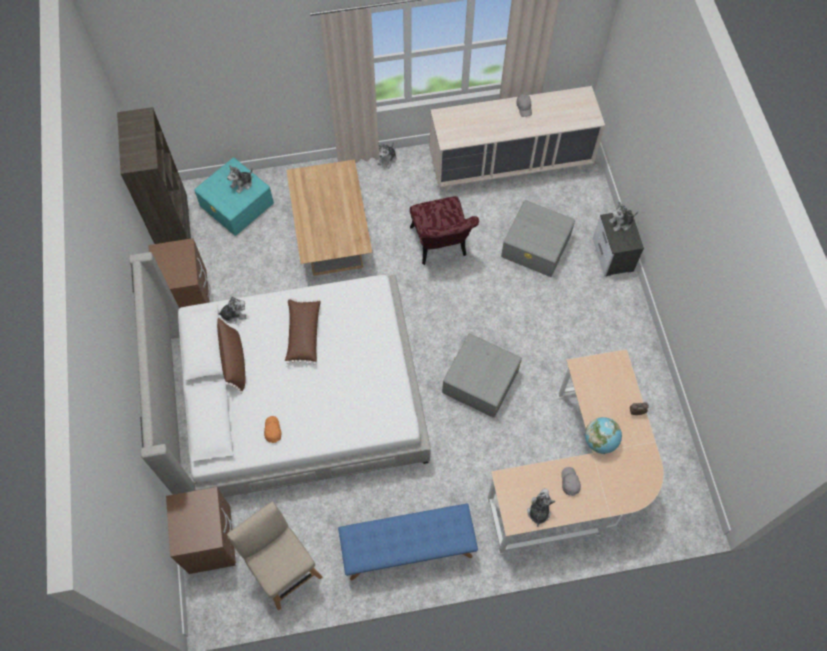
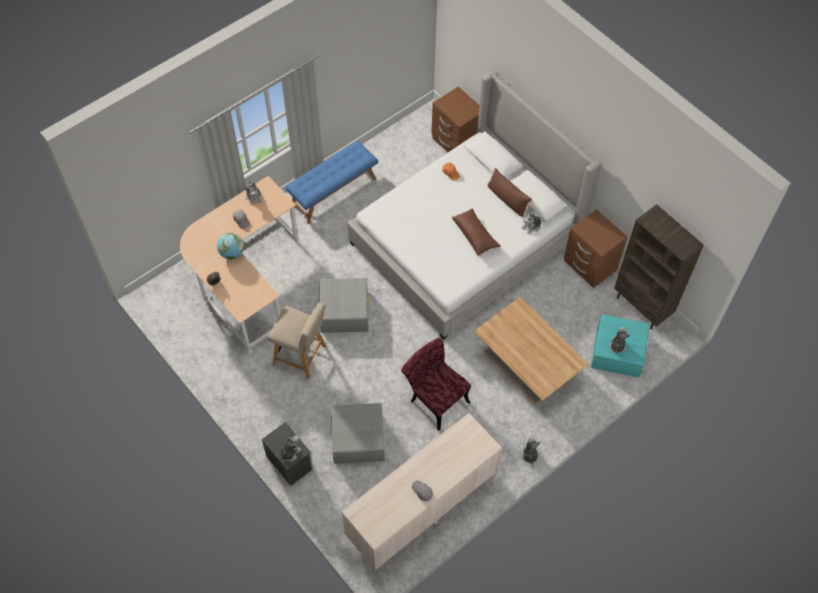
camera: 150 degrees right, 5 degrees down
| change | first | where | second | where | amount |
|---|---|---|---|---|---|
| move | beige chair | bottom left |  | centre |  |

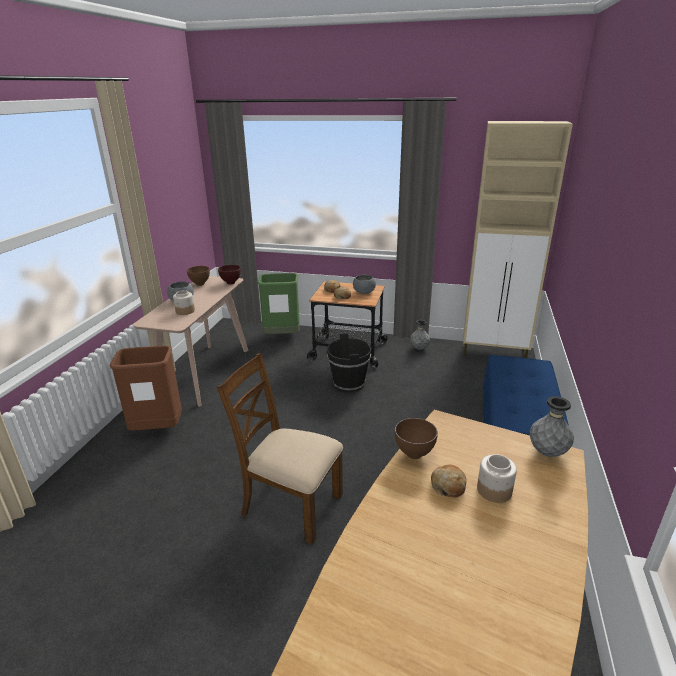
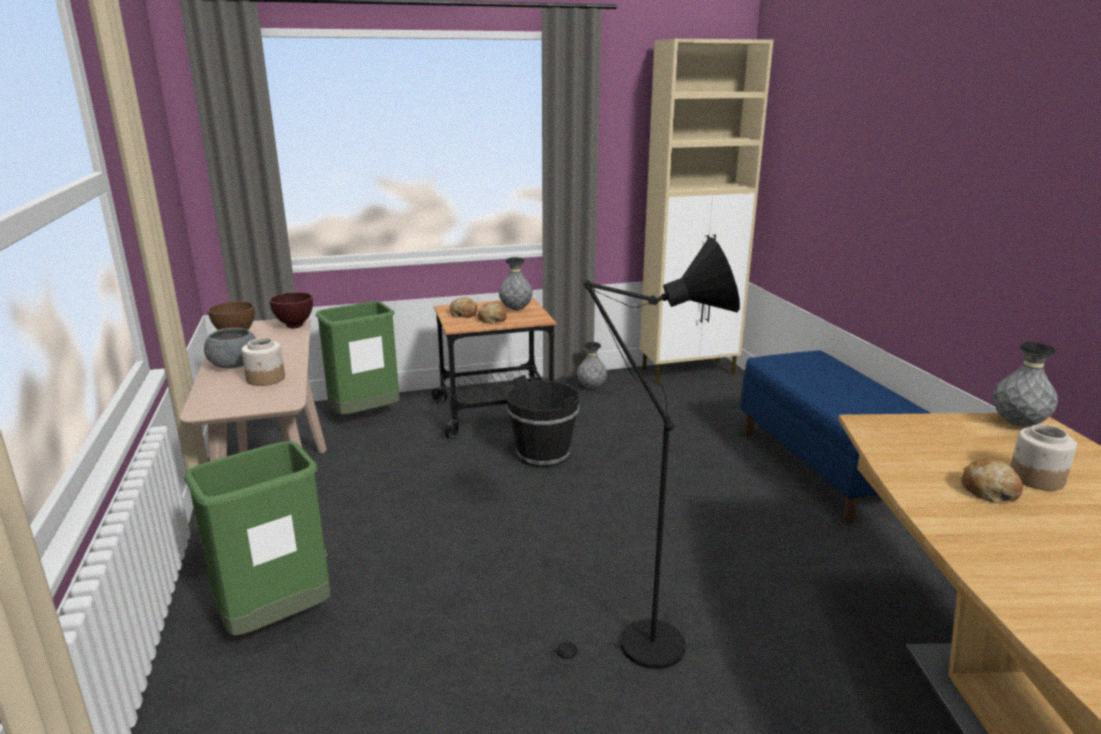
camera: 30 degrees left, 5 degrees down
| change | first | where | second | where | amount |
|---|---|---|---|---|---|
| recolor | brown trash can | middle left | green trash can (1st from left) | bottom left |  |
| replace | grey bowl (2nd from left) | centre | grey vase (1st from left) | centre |  |
| replace | brown chair | centre | black floor lamp | centre |  |
| delete | brown bowl (3rd from left) | centre |  |  |  |

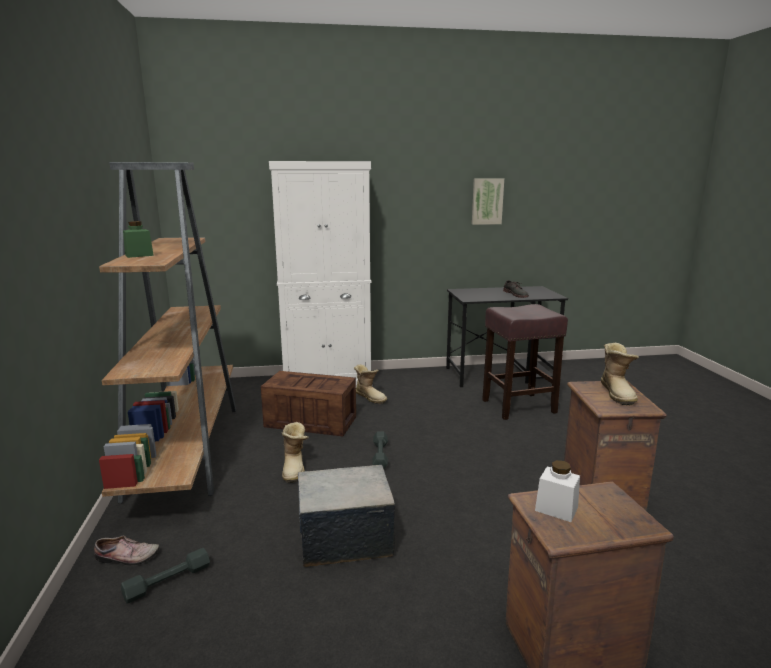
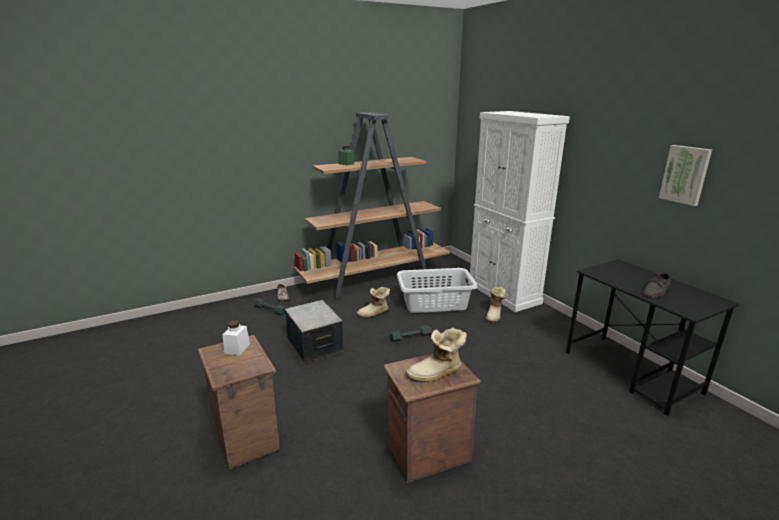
camera: 70 degrees right, 5 degrees up
| change | first | where | second | where | amount |
|---|---|---|---|---|---|
| replace | crate (1st from left) | centre | grey laundry basket | centre |  |
| delete | brown stool | middle right |  |  |  |

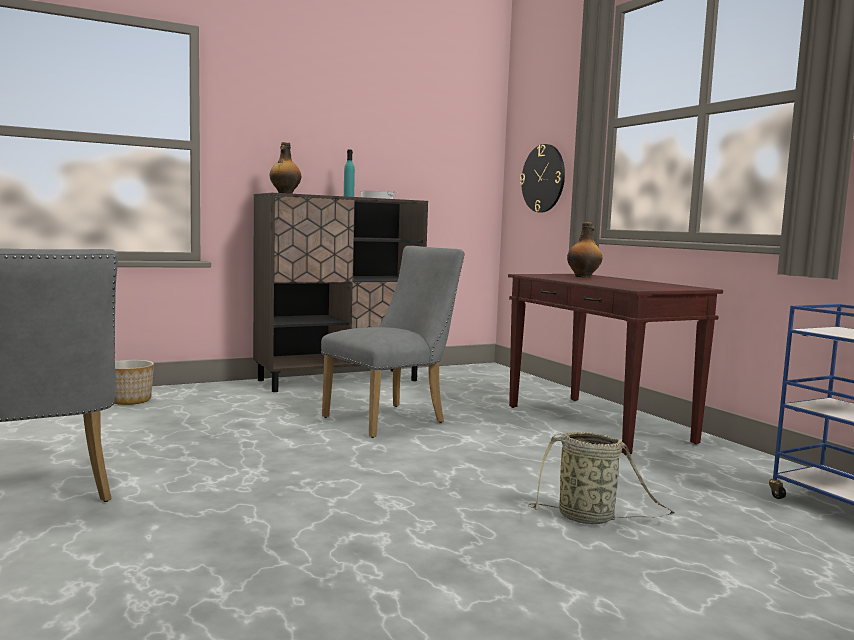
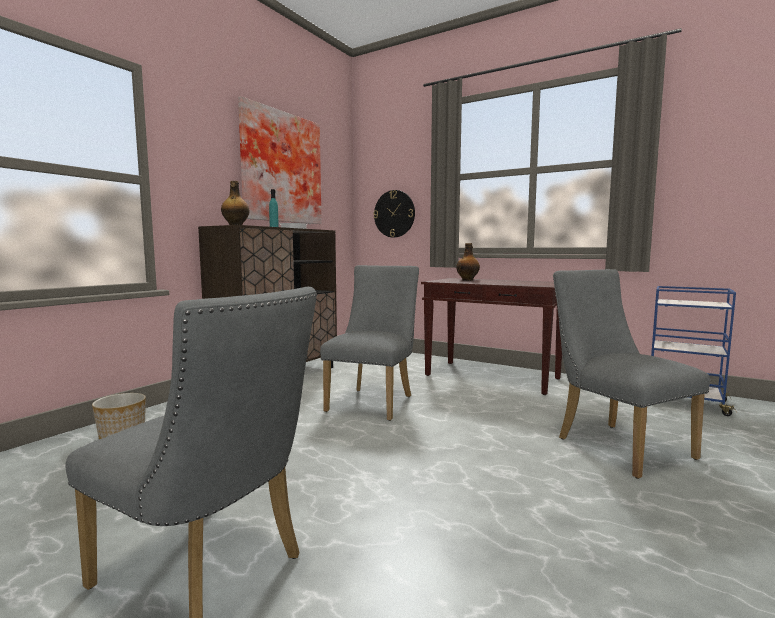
camera: 30 degrees left, 0 degrees up
| change | first | where | second | where | amount |
|---|---|---|---|---|---|
| insert |  |  | picture | top centre |  |
| replace | basket | bottom right | grey chair (3rd from left) | middle right |  |

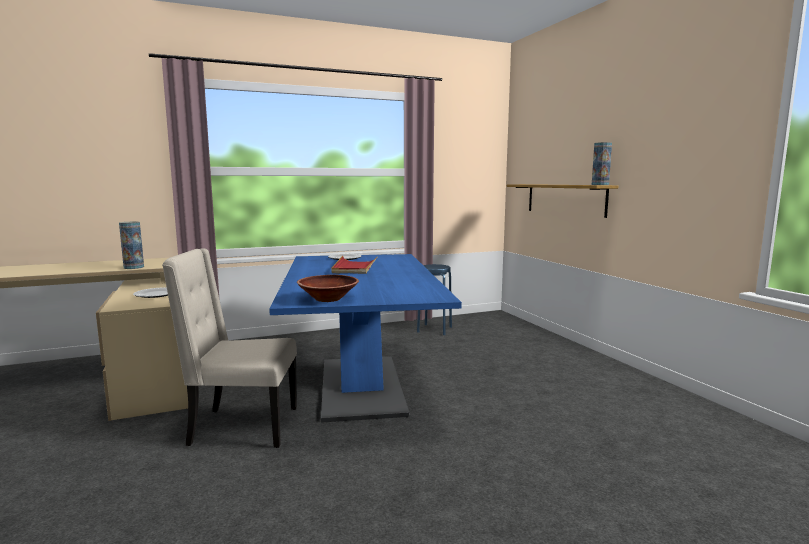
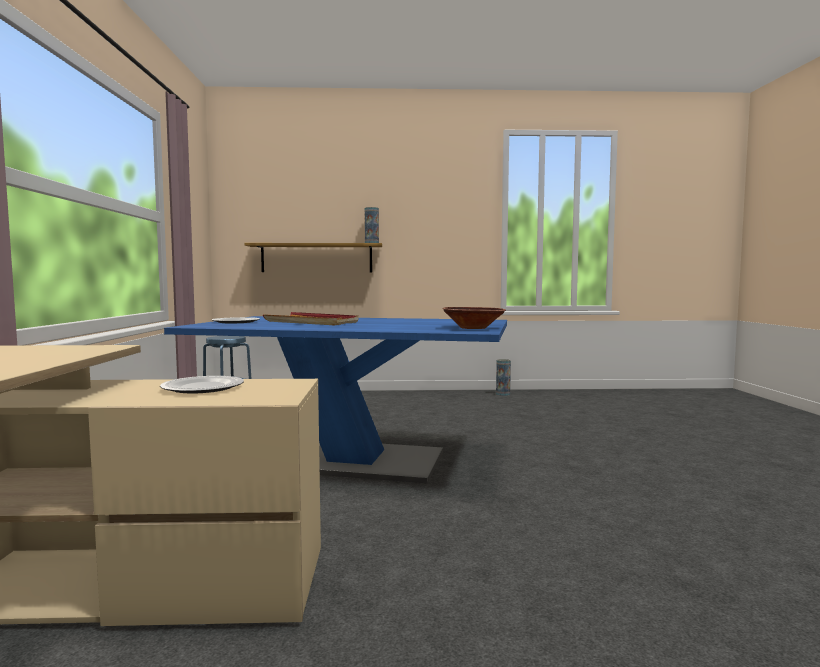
camera: 70 degrees left, 5 degrees down
| change | first | where | second | where | amount |
|---|---|---|---|---|---|
| move | vase (1st from left in the first image) | middle left | vase (2nd from left) | centre |  |
| delete | beige chair | middle left |  |  |  |

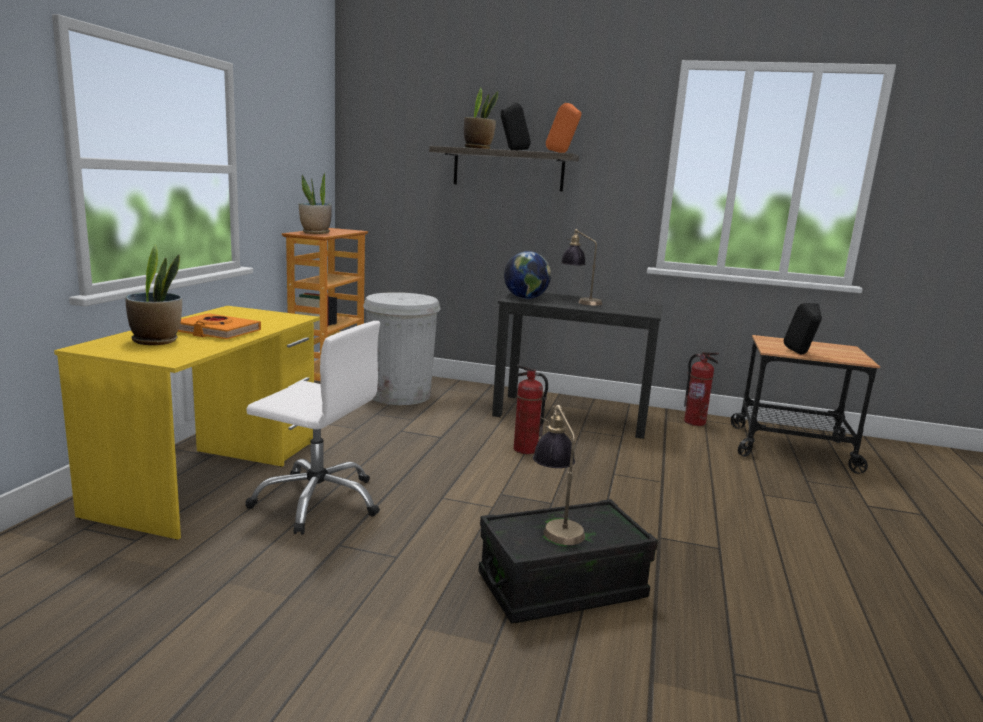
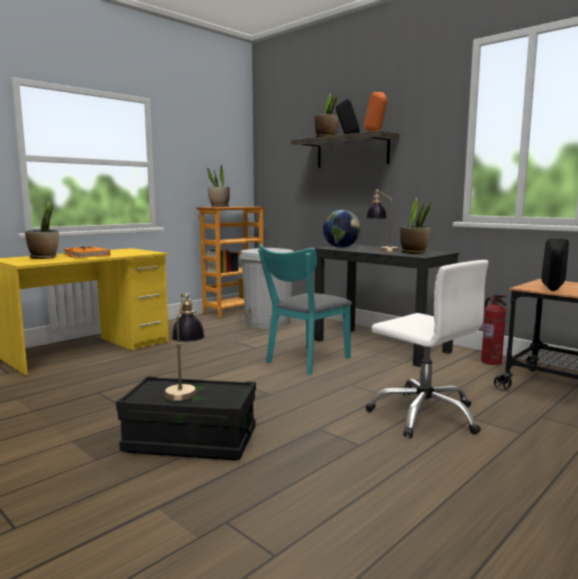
camera: 30 degrees right, 5 degrees down
| change | first | where | second | where | amount |
|---|---|---|---|---|---|
| replace | fire extinguisher (1st from left) | centre | turquoise chair | centre |  |
| move | white office chair | middle left |  | middle right |  |
| insert |  |  | potted plant (4th from left) | middle right |  |

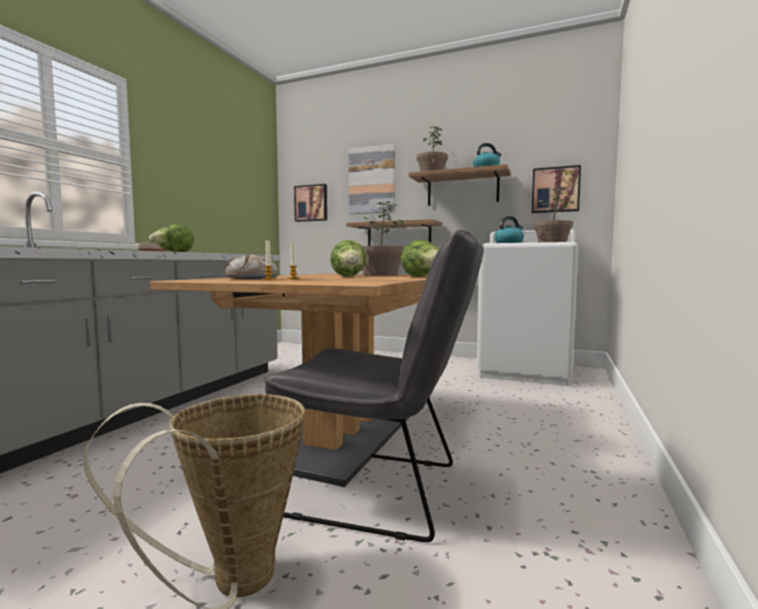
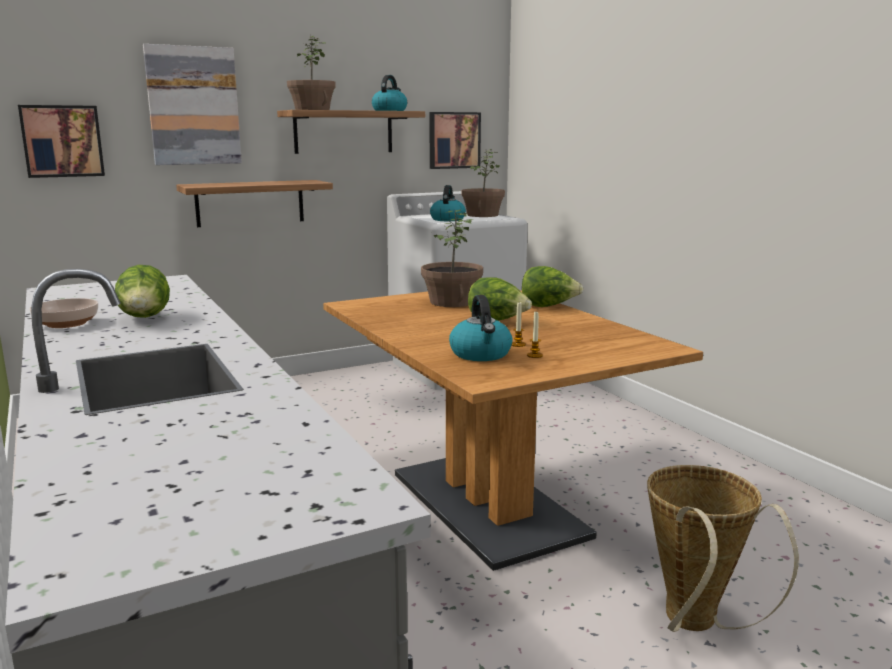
camera: 50 degrees left, 10 degrees up
| change | first | where | second | where | amount |
|---|---|---|---|---|---|
| replace | bread | middle left | kettle (3rd from left) | centre |  |
| delete | grey chair | centre |  |  |  |

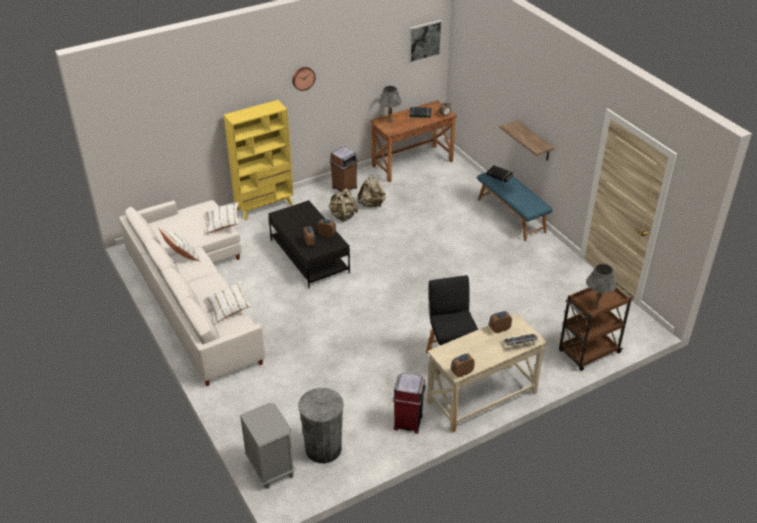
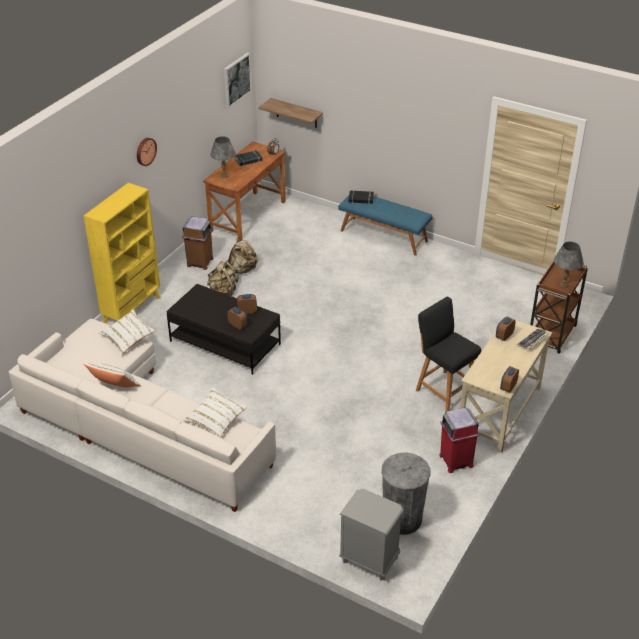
camera: 30 degrees left, 0 degrees up
| change | first | where | second | where | amount |
|---|---|---|---|---|---|
| move | shelf | top right |  | top centre |  |

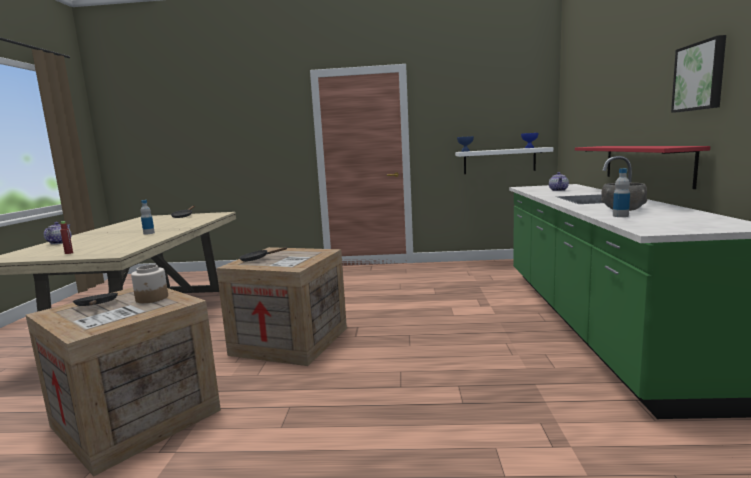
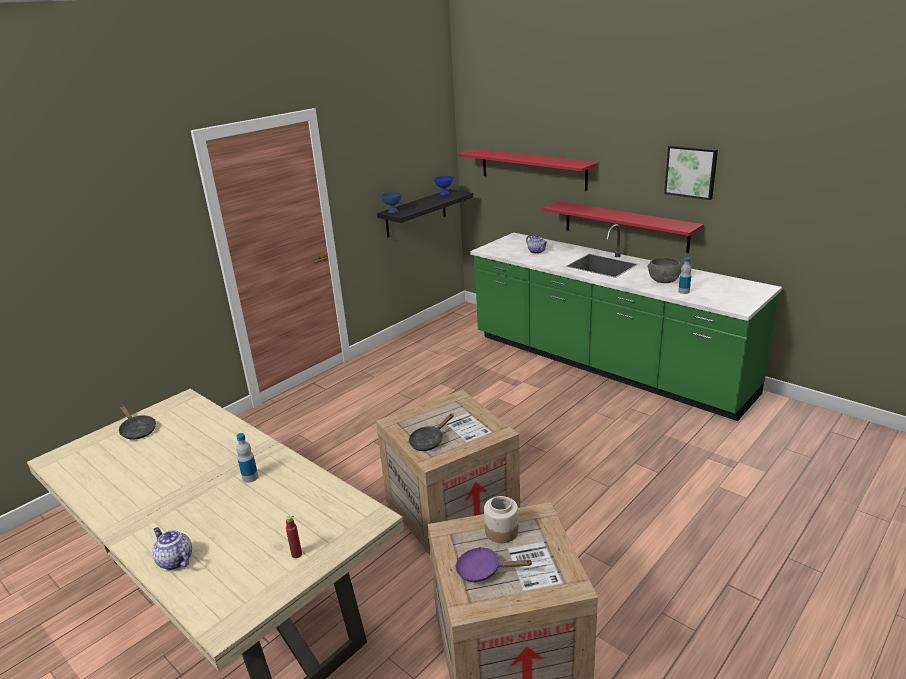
camera: 50 degrees left, 15 degrees up
| change | first | where | second | where | amount |
|---|---|---|---|---|---|
| recolor | white shelf | middle right | black shelf | top centre |  |
| recolor | black frying pan (1st from left) | middle left | purple frying pan | bottom centre |  |
| insert |  |  | red shelf (1st from left) | top centre |  |

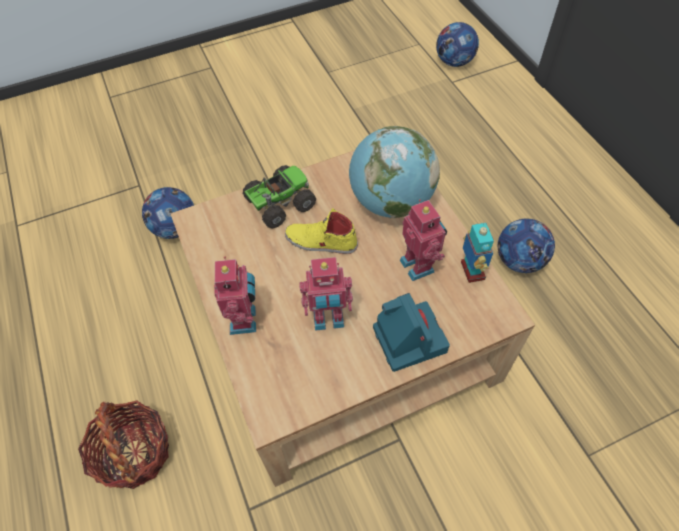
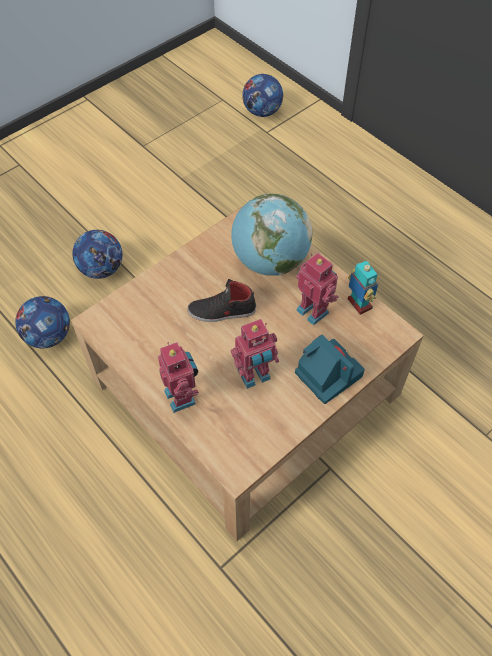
camera: 20 degrees left, 0 degrees up
| change | first | where | second | where | amount |
|---|---|---|---|---|---|
| move | football (3rd from left in the first image) | middle right | football (2nd from left) | middle left |  |
| recolor | yellow shoe | centre | black shoe | centre |  |
| delete | basket | bottom left |  |  |  |
| delete | toy truck | centre |  |  |  |

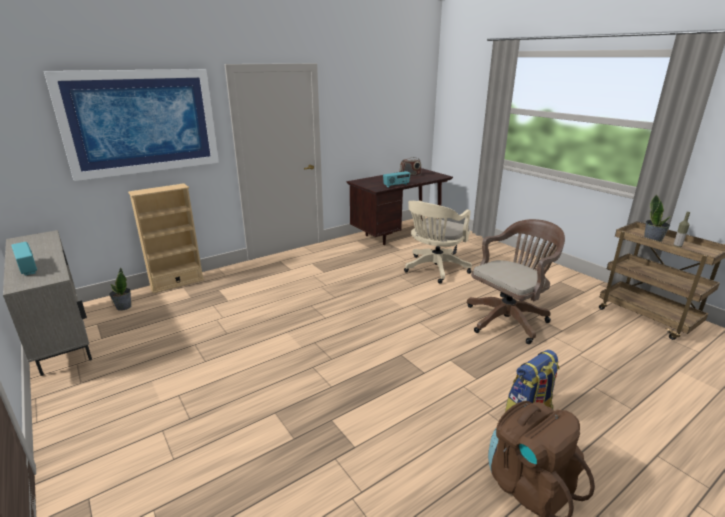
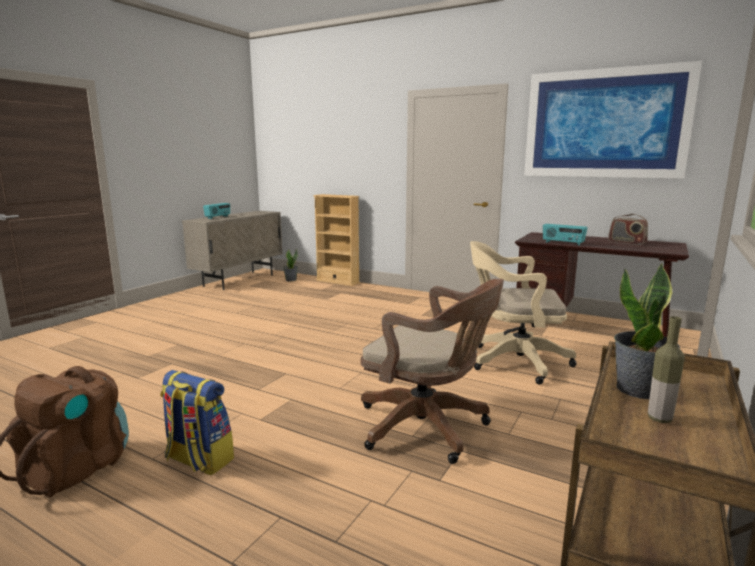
camera: 65 degrees right, 10 degrees down
| change | first | where | second | where | amount |
|---|---|---|---|---|---|
| move | picture | top left |  | top right |  |

